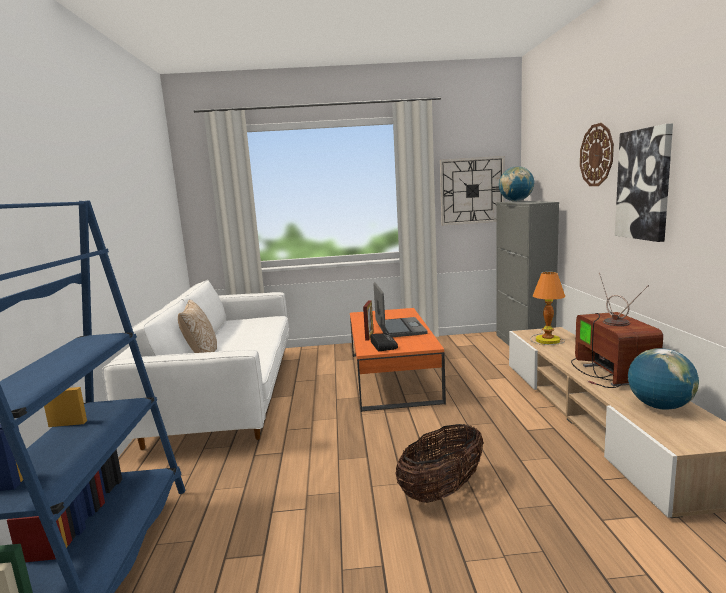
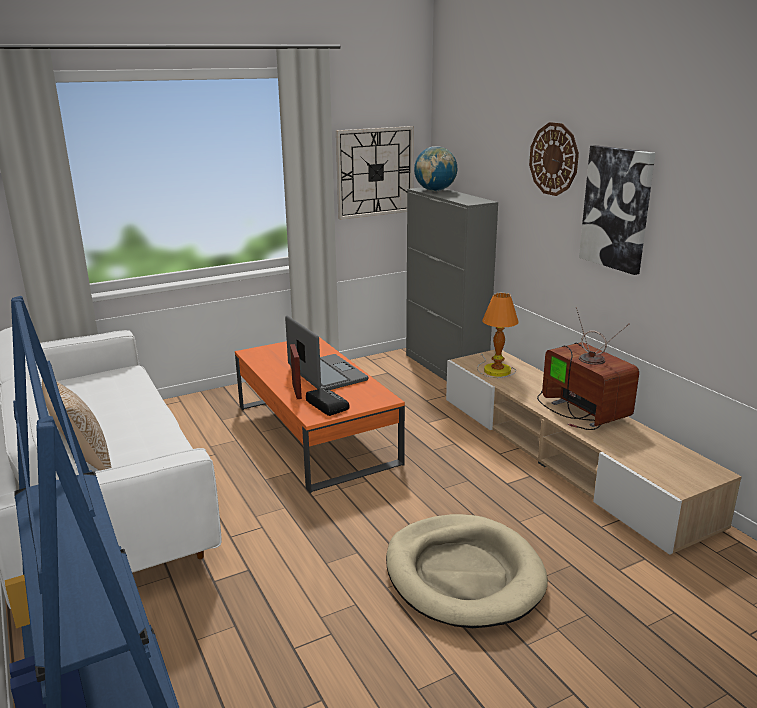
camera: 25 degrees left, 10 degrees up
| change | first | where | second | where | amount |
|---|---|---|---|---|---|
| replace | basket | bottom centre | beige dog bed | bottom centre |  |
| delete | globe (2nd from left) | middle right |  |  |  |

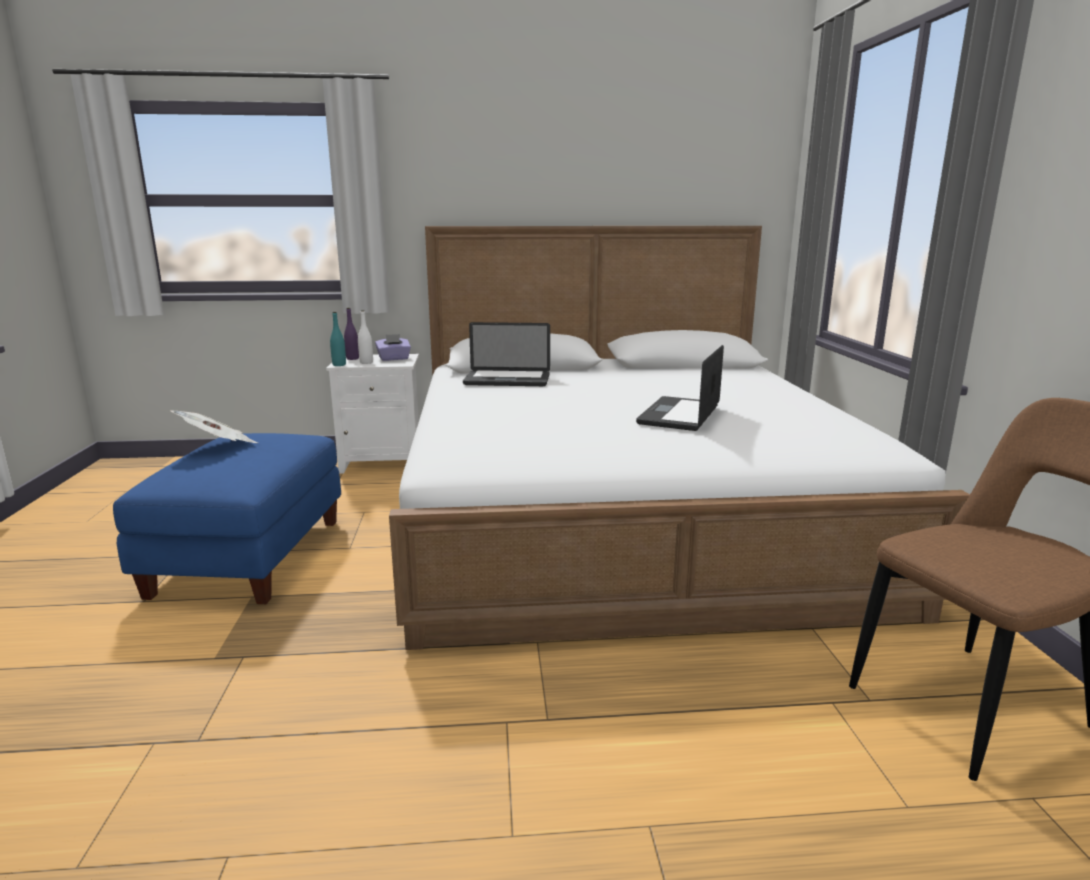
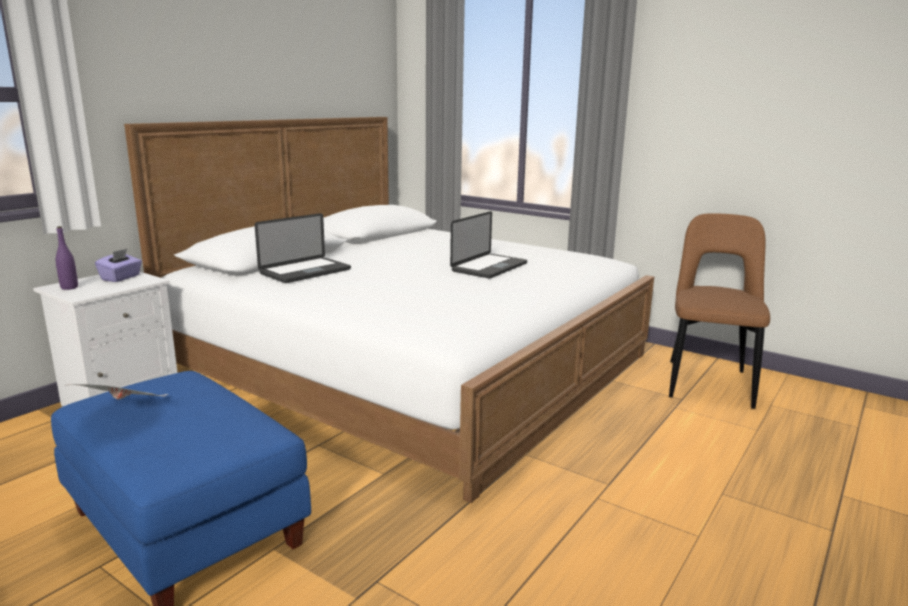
camera: 50 degrees left, 0 degrees up
| change | first | where | second | where | amount |
|---|---|---|---|---|---|
| rotate | laptop (2nd from left) | centre |  | centre | 120 degrees counterclockwise |
| delete | turquoise bottle | middle left |  |  |  |
| delete | white bottle | centre |  |  |  |

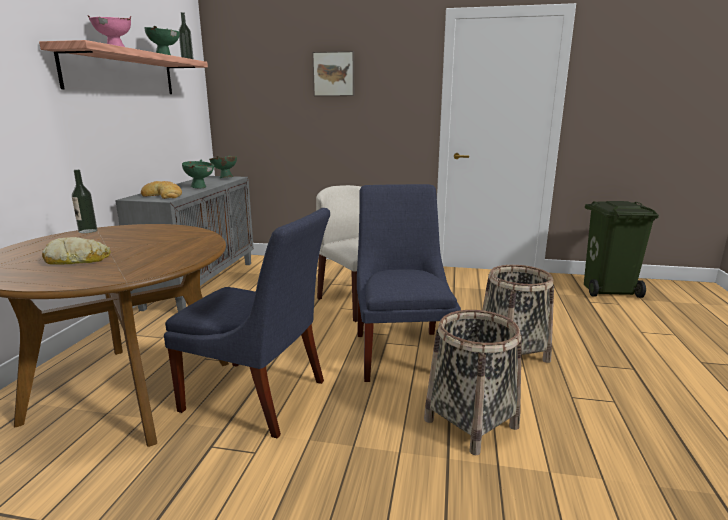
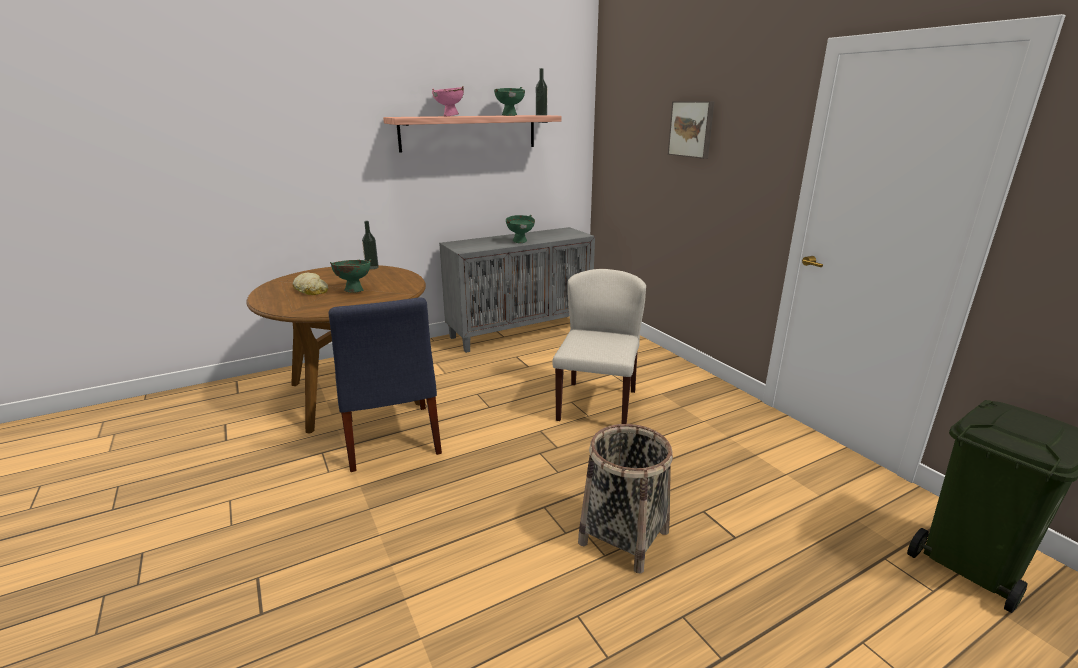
camera: 50 degrees right, 5 degrees up
| change | first | where | second | where | amount |
|---|---|---|---|---|---|
| move | green bowl (3rd from left in the first image) | top left | green bowl (1st from left) | middle left |  |
| delete | bread (2nd from left) | middle left |  |  |  |
| delete | blue chair (2nd from left) | centre |  |  |  |
| delete | basket (1st from left) | bottom centre |  |  |  |

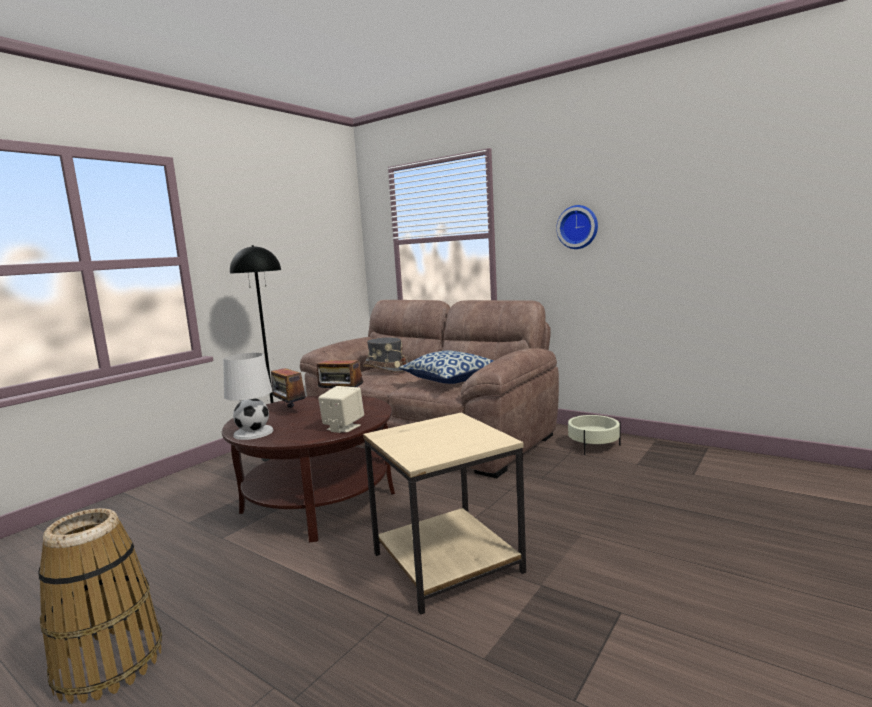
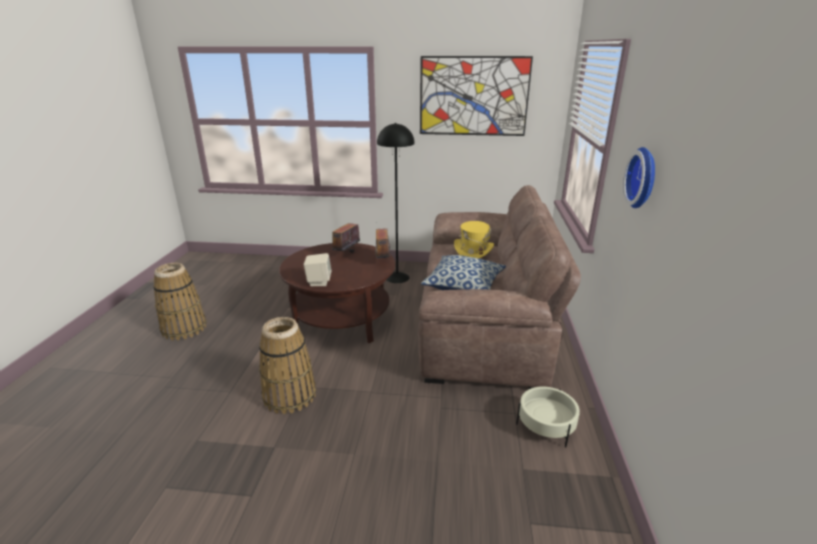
camera: 60 degrees right, 15 degrees up
| change | first | where | second | where | amount |
|---|---|---|---|---|---|
| replace | beige side table | bottom centre | basket (2nd from left) | bottom centre |  |
| insert |  |  | picture | top centre |  |
| recolor | grey hat | centre | yellow hat | centre |  |
| delete | white table lamp | middle left |  |  |  |

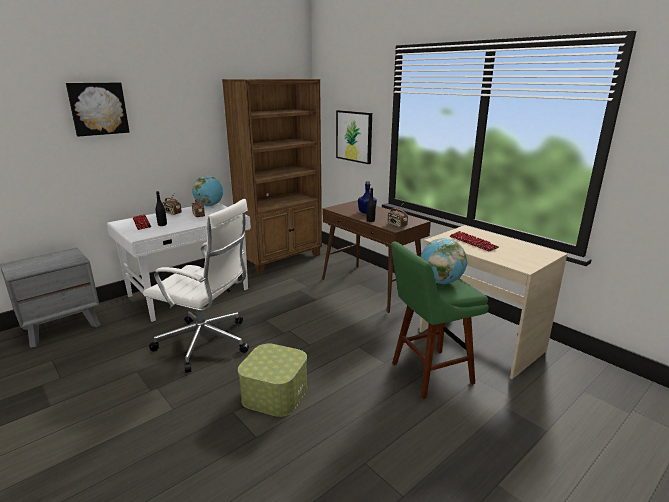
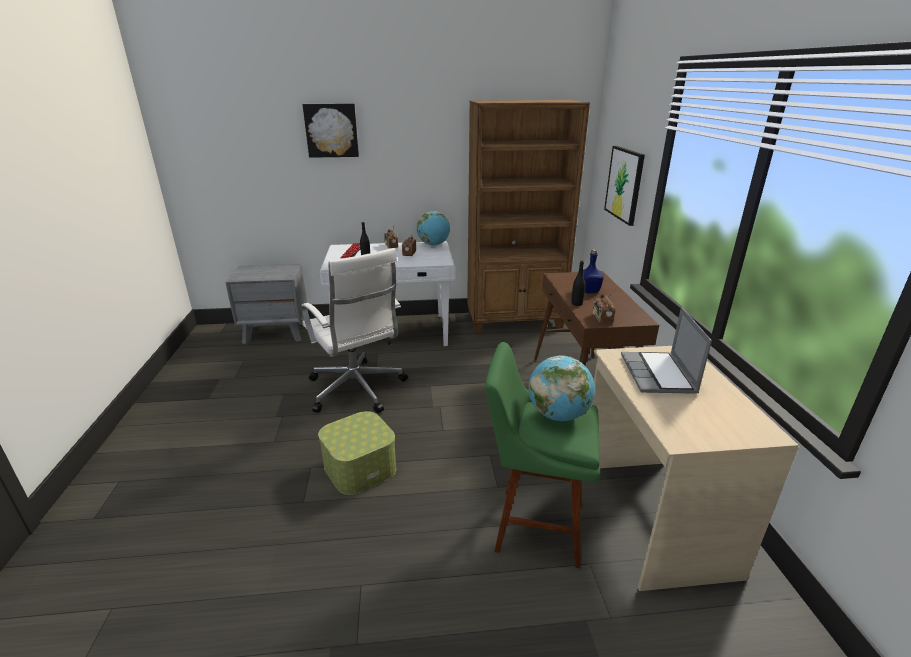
camera: 35 degrees right, 5 degrees up
| change | first | where | second | where | amount |
|---|---|---|---|---|---|
| replace | keyboard (2nd from left) | middle right | laptop | middle right |  |

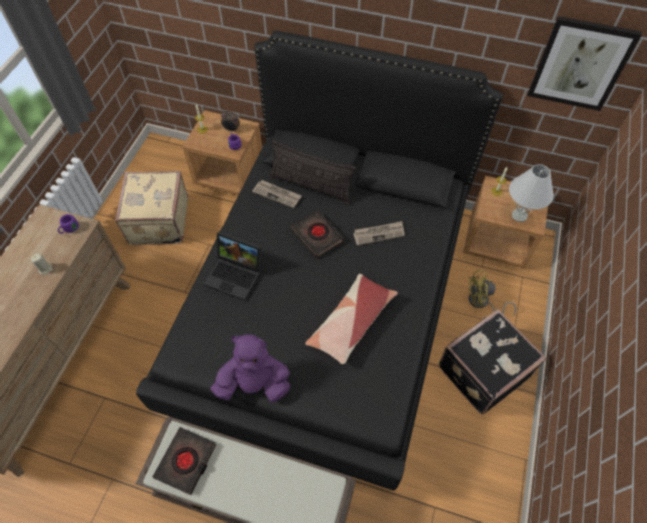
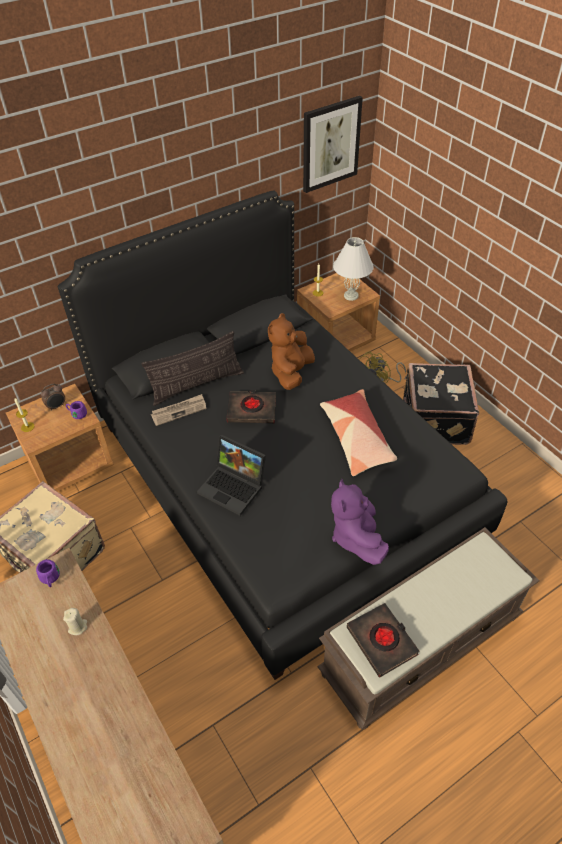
camera: 50 degrees left, 10 degrees down
| change | first | where | second | where | amount |
|---|---|---|---|---|---|
| rotate | laptop | centre |  | centre | 60 degrees clockwise |
| replace | newspaper (2nd from left) | centre | brown plush toy | centre |  |
| rotate | purple plush toy | bottom centre |  | centre | 45 degrees counterclockwise |

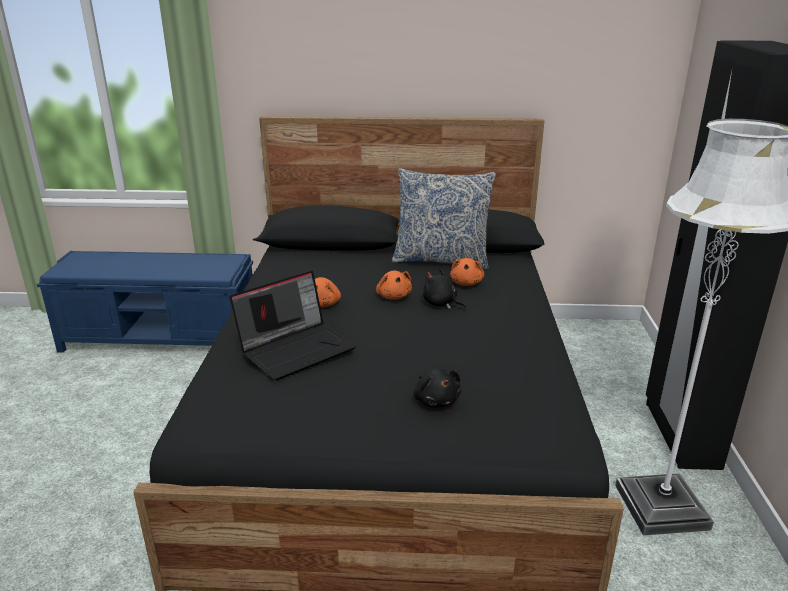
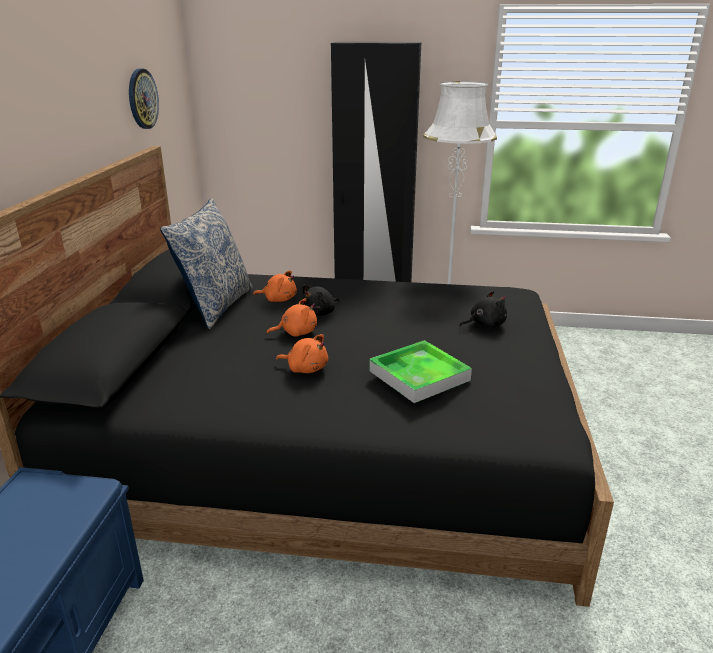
camera: 85 degrees left, 0 degrees up
| change | first | where | second | where | amount |
|---|---|---|---|---|---|
| insert |  |  | wall clock | top left |  |
| replace | laptop | centre | tray | centre |  |

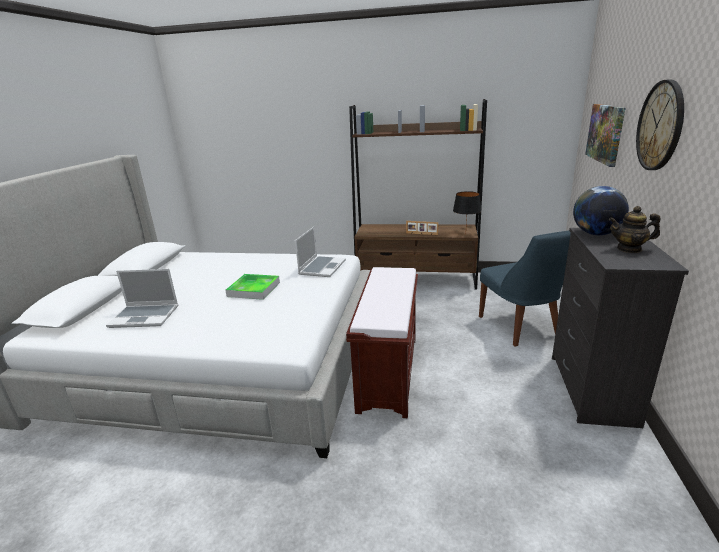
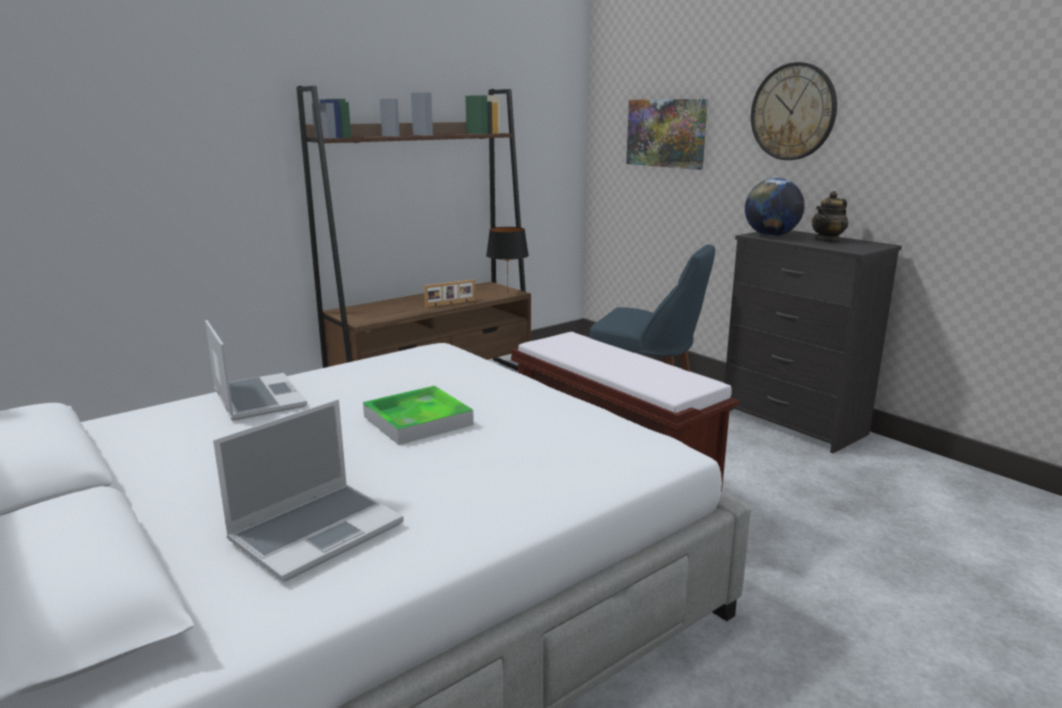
camera: 50 degrees left, 5 degrees down
| change | first | where | second | where | amount |
|---|---|---|---|---|---|
| move | laptop (2nd from left in the first image) | centre | laptop (1st from left) | middle left |  |

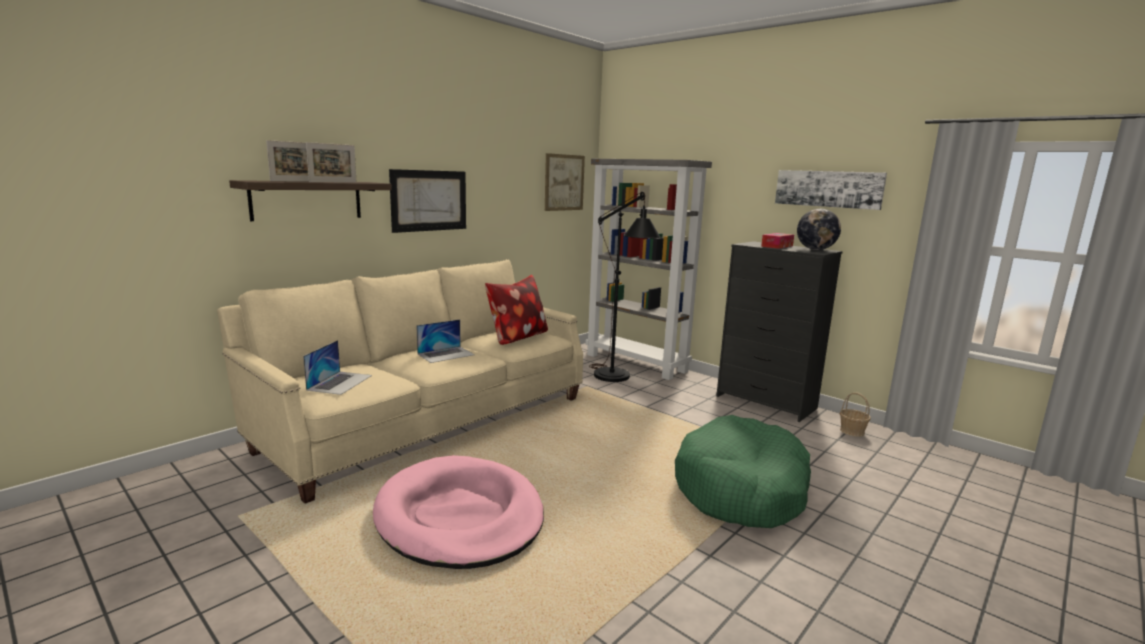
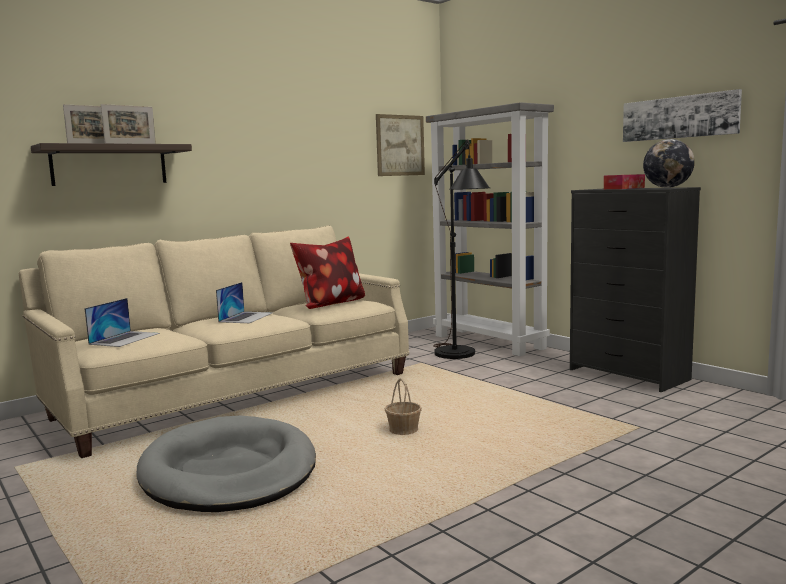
camera: 10 degrees right, 5 degrees down
| change | first | where | second | where | amount |
|---|---|---|---|---|---|
| recolor | pink dog bed | bottom centre | grey dog bed | bottom left |  |
| rotate | laptop (2nd from left) | centre |  | middle left | 45 degrees counterclockwise |
| move | basket | middle right |  | bottom centre |  |
| delete | picture (1st from left) | top centre |  |  |  |
| delete | green dog bed | bottom centre |  |  |  |

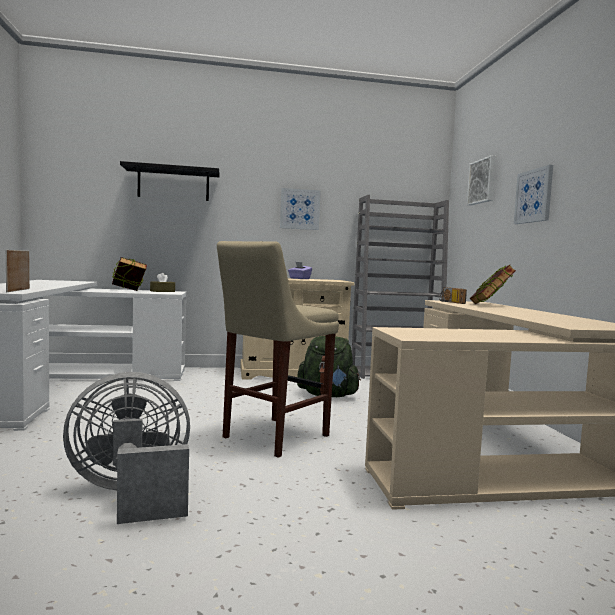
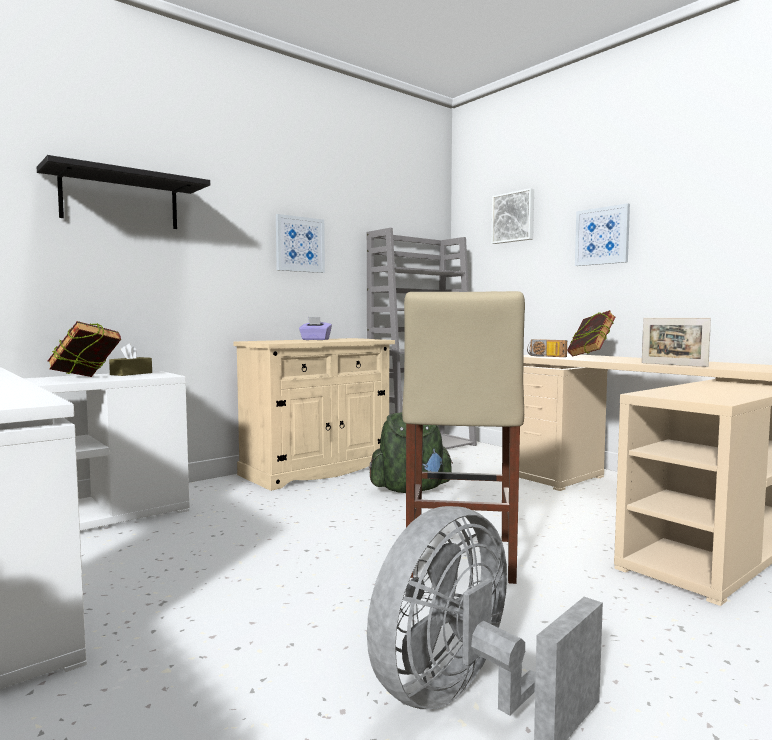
camera: 30 degrees left, 0 degrees up
| change | first | where | second | where | amount |
|---|---|---|---|---|---|
| move | picture frame | middle left |  | middle right |  |

